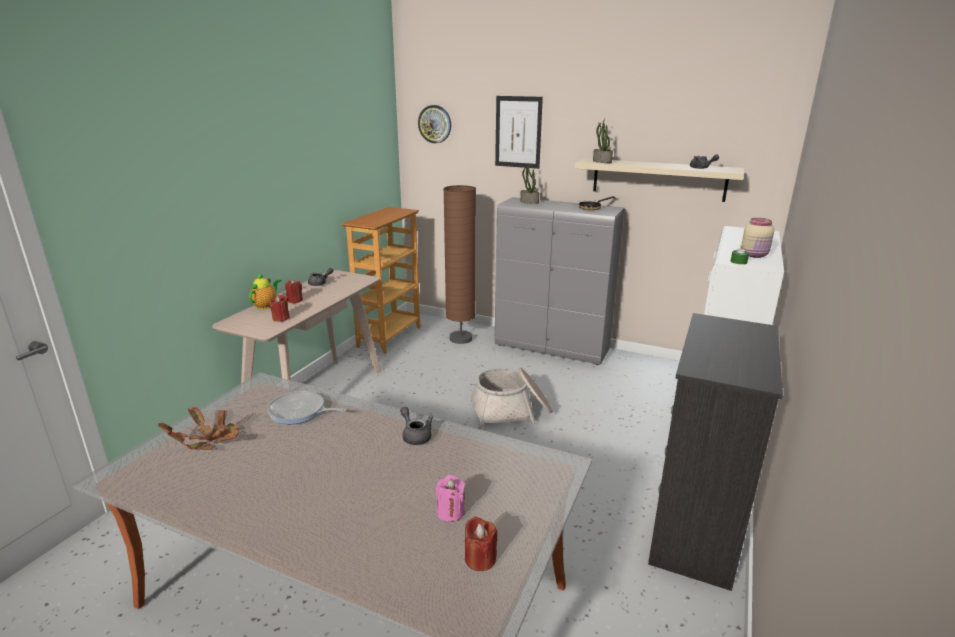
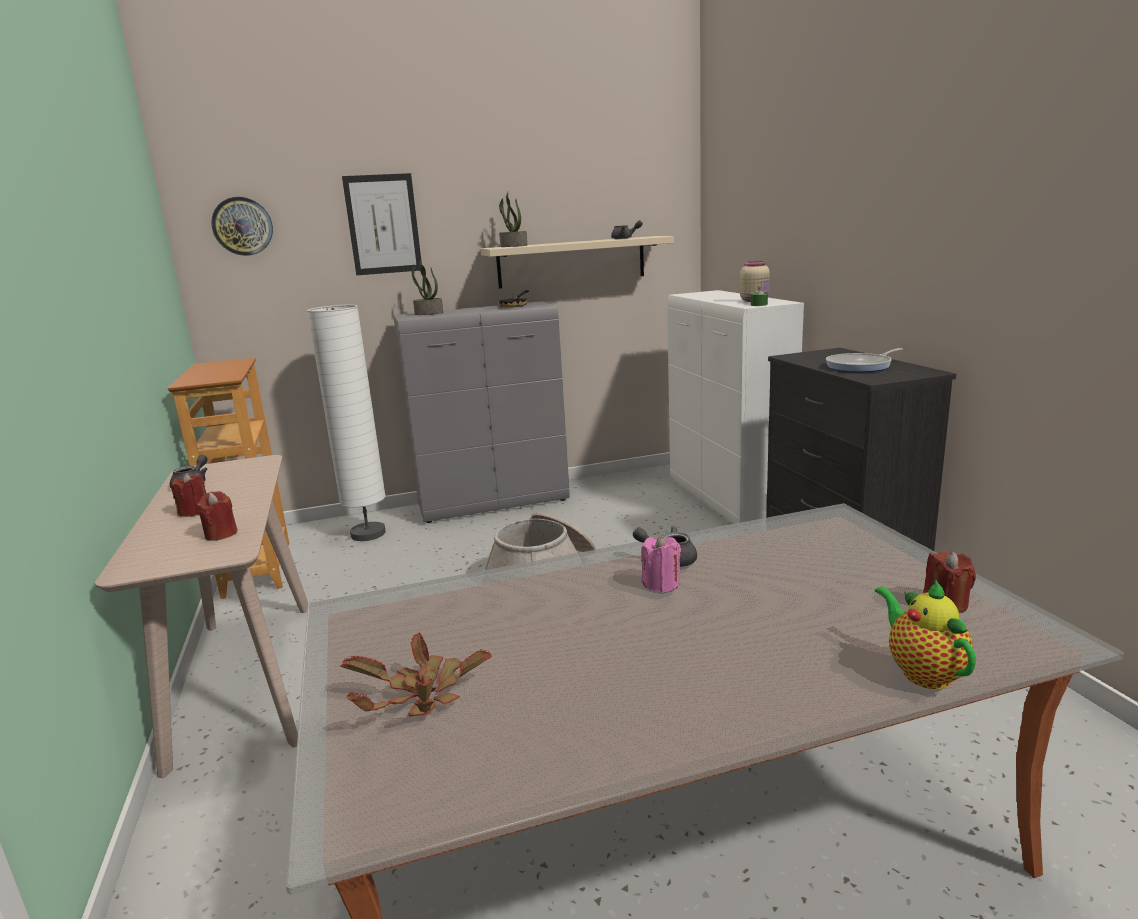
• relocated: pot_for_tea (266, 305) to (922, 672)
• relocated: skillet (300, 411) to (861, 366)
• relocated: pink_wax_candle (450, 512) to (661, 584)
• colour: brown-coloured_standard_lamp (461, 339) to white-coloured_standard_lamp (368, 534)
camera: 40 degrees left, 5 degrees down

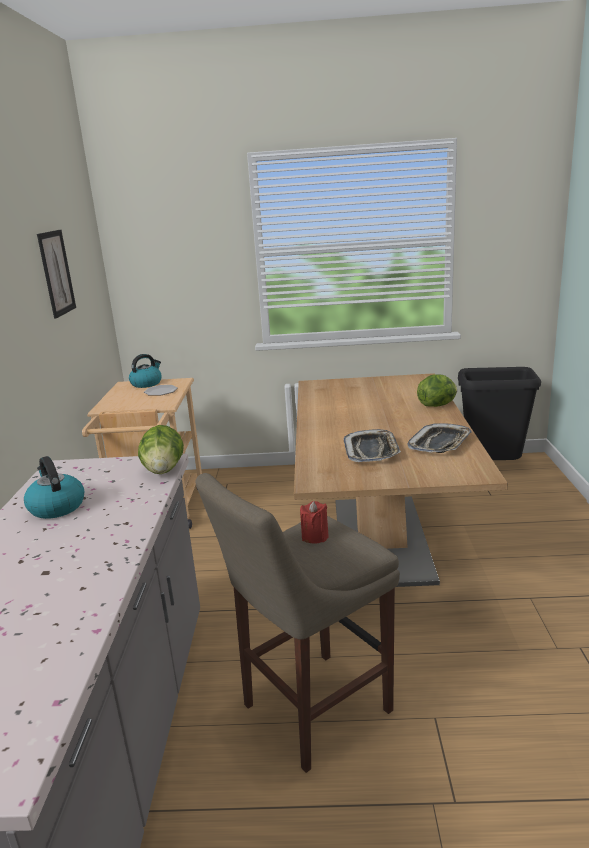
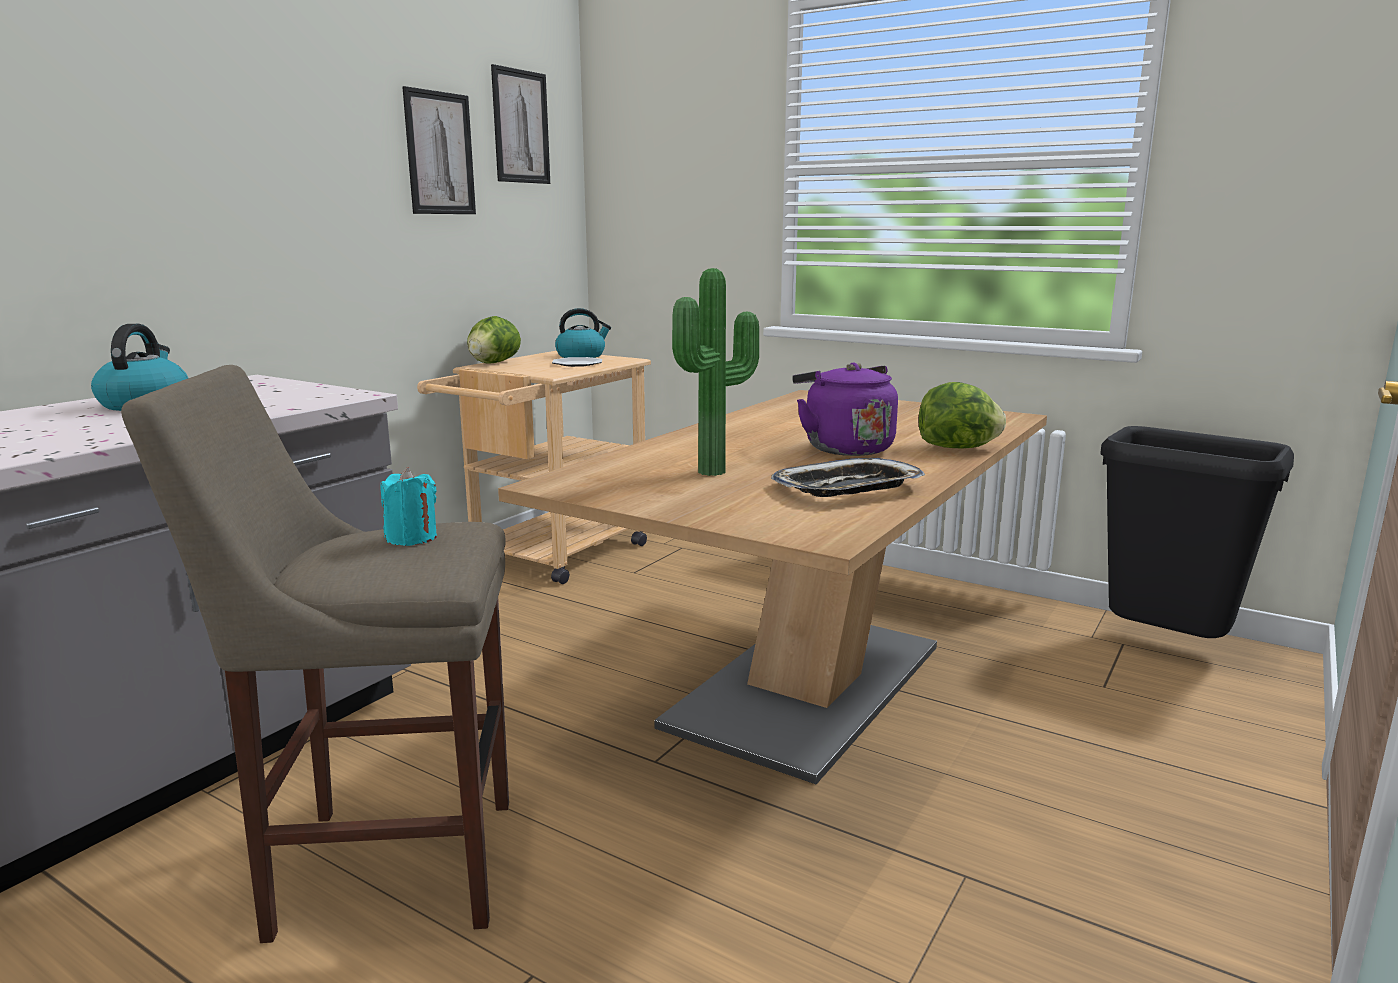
• relocated: lettuce_head (164, 470) to (493, 363)
• colour: red-coloured_wax_candle (315, 537) to turquoise-coloured_wax_candle (411, 538)
• exchanged: carrying_tray (371, 451) to houseplant (716, 472)
• appeared: wall_picture (520, 127)
• appeared: purplish_tea_kettle (844, 448)
camera: 30 degrees right, 5 degrees down

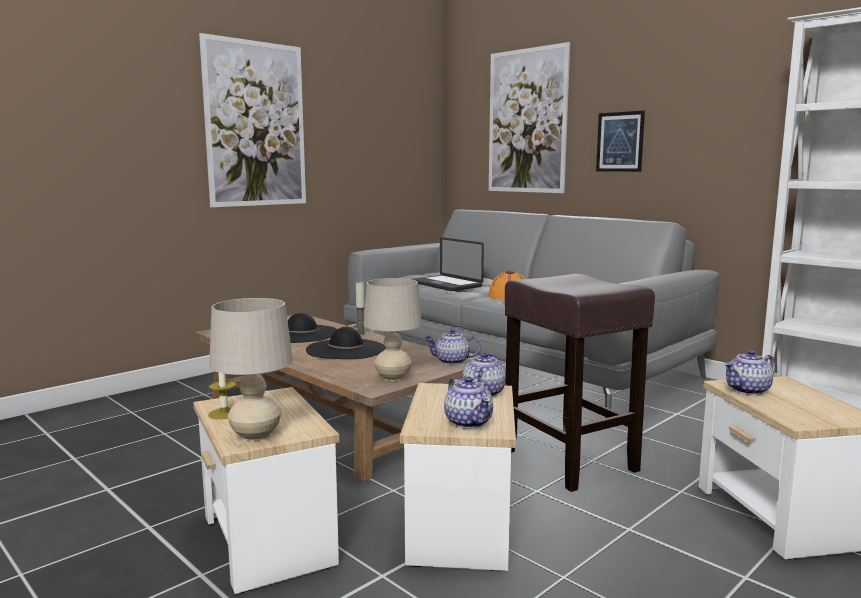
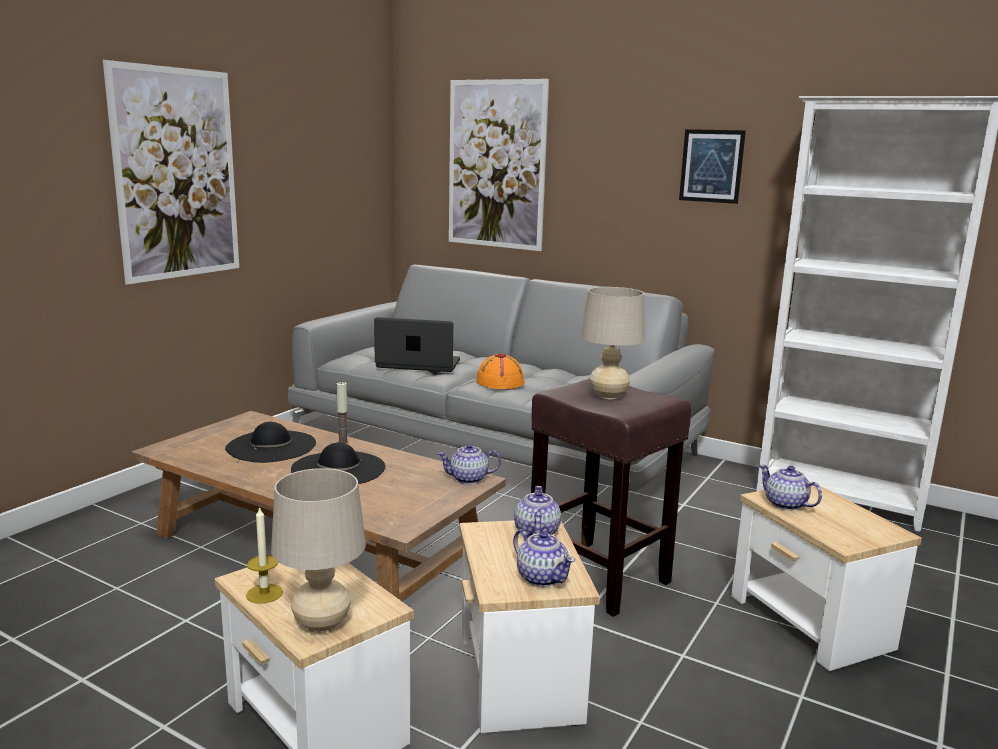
• relocated: sand-coloured_tabletop_lamp (393, 378) to (608, 396)
• spun: laptop (446, 284) = (418, 364) 150 degrees clockwise
• relocated: wall_picture (620, 142) to (711, 166)
• spun: pot_for_tea (748, 390) = (786, 504) 90 degrees clockwise
camera: 15 degrees left, 5 degrees up

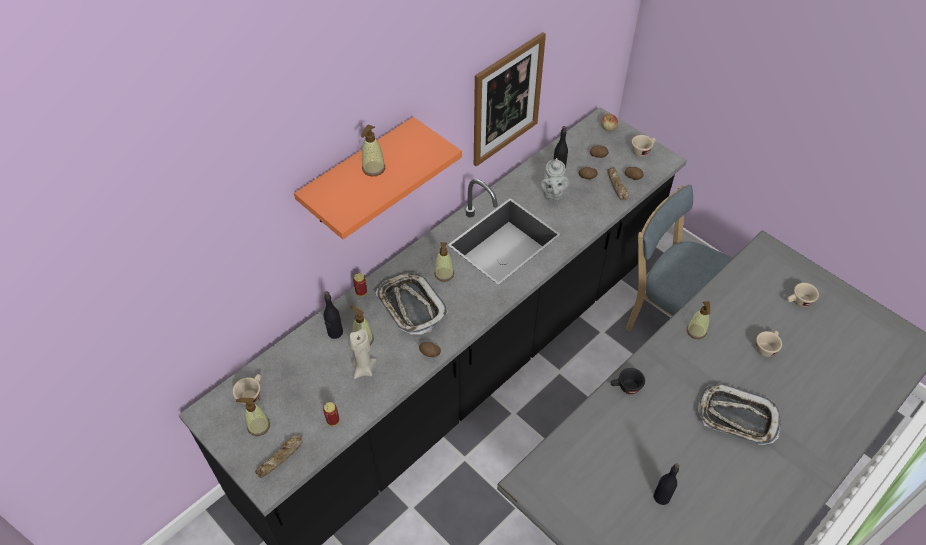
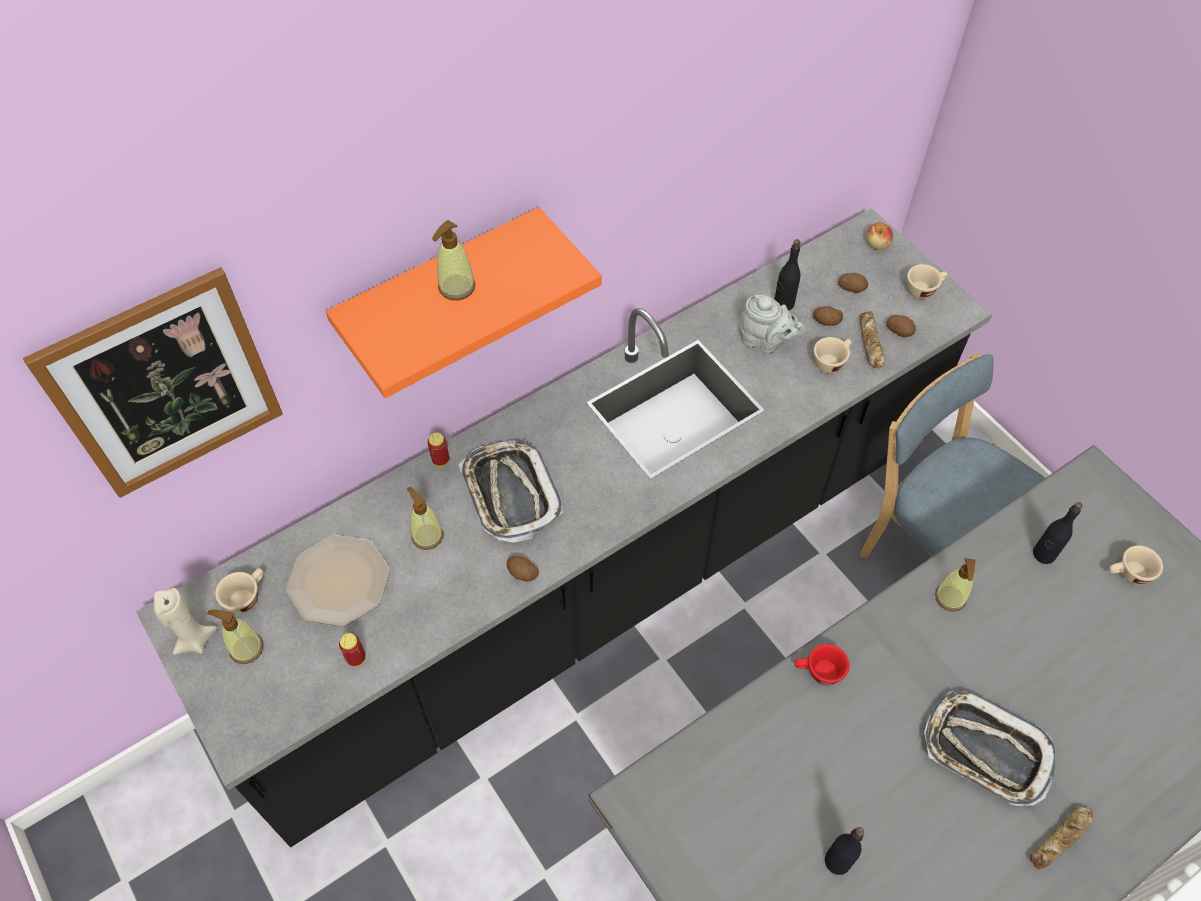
• relocated: bakery_bread (281, 458) to (1061, 839)
• relocated: black-coloured_bottle (335, 332) to (1043, 554)
• relocated: sand-coloured_wax_candle (363, 369) to (195, 640)
• missing: liquid_soap_bottle (444, 274)
• relocated: wall_picture (506, 100) to (165, 386)
• spun: grey_pot_for_tea (552, 194) = (766, 342) 75 degrees counterclockwise
• colour: black-coloured_drinking_cup (625, 387) to red-coloured_drinking_cup (818, 672)
• relocated: sand-coloured_drinking_cup (766, 347) to (831, 361)
• appeared: dinner_plate (340, 581)
camera: 10 degrees right, 5 degrees up

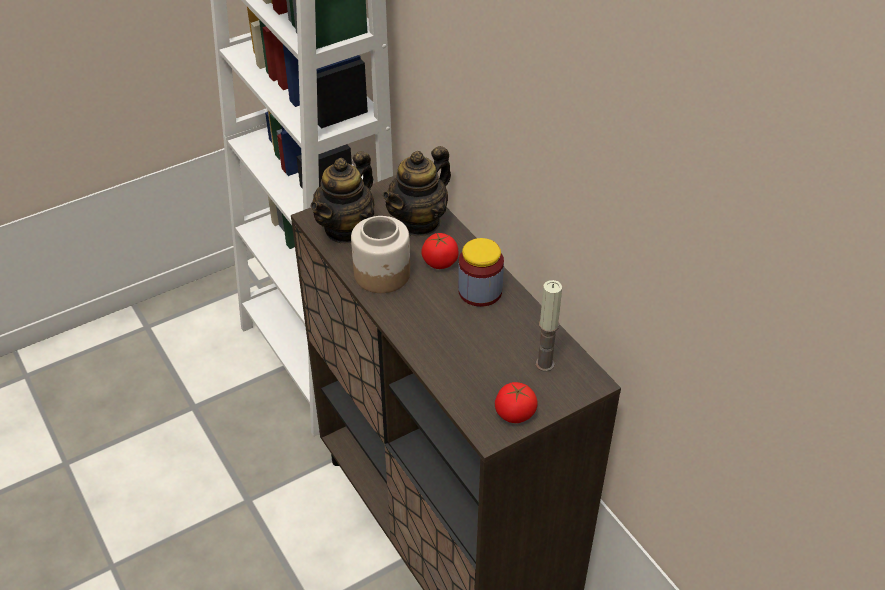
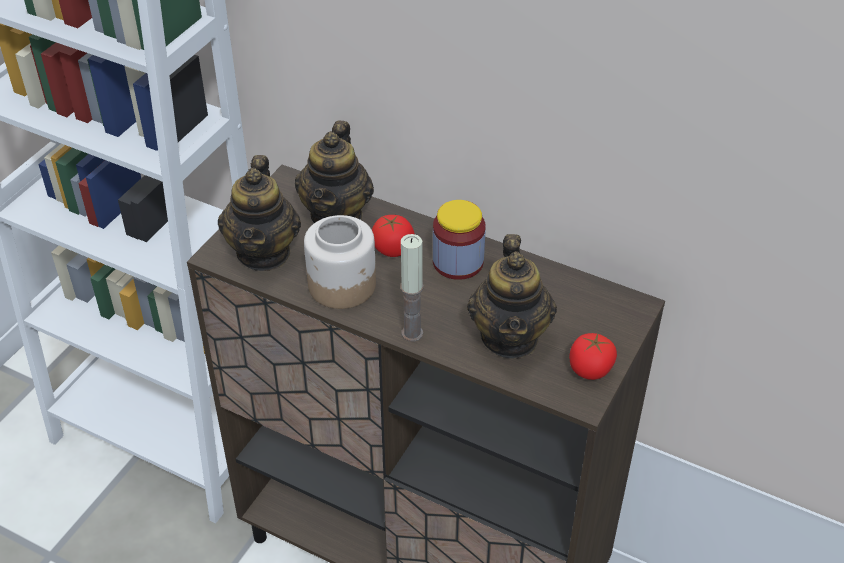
• relocated: wax_candle (545, 364) to (412, 333)
• appeared: pot_for_tea (510, 337)
camera: 30 degrees left, 0 degrees up

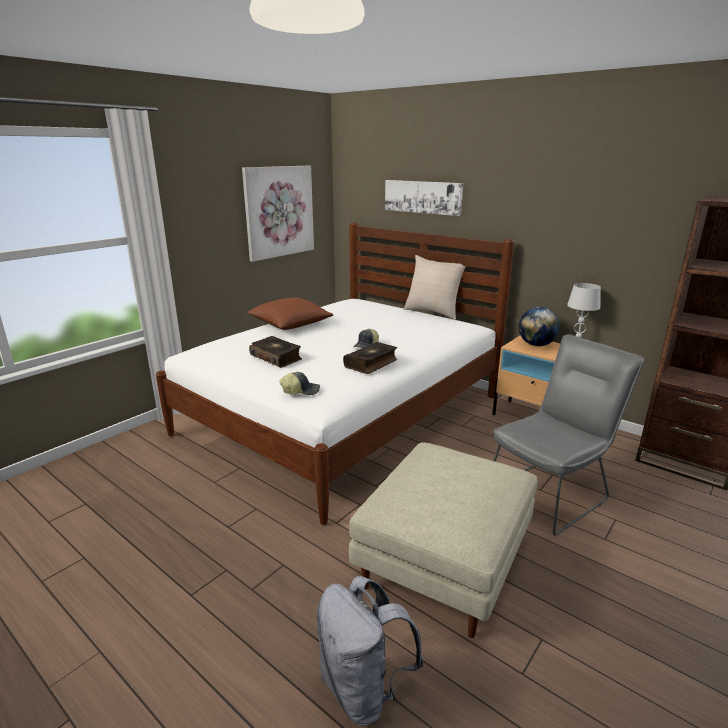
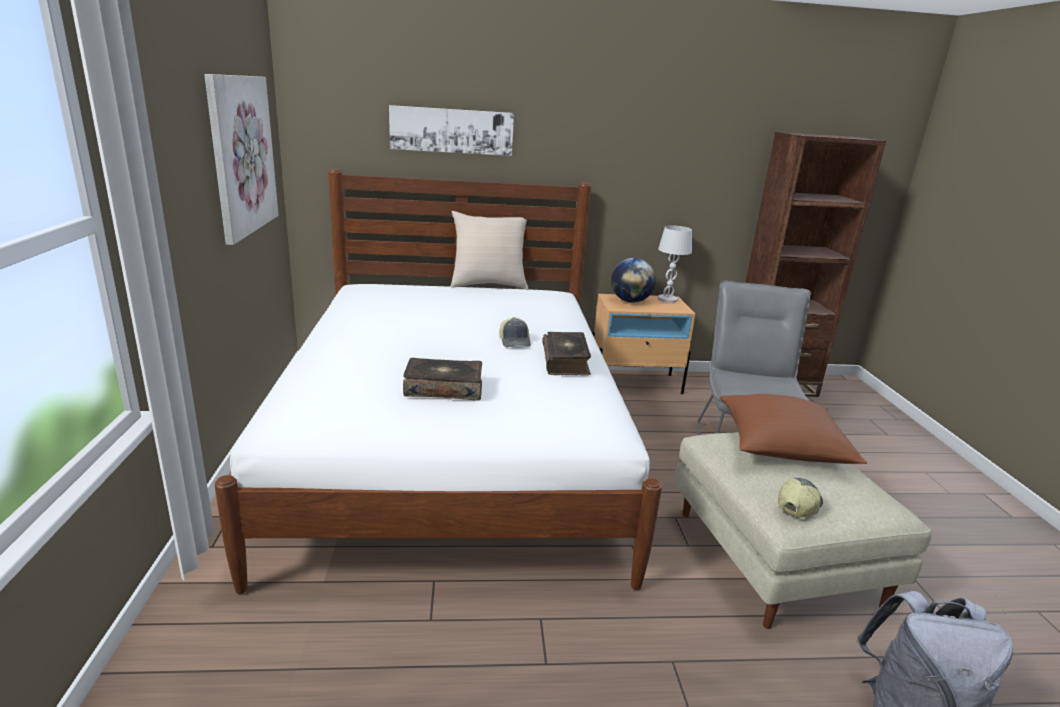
• relocated: brown-coloured_cushion (290, 325) to (781, 446)
• relocated: cap (301, 390) to (798, 504)
camera: 45 degrees left, 0 degrees up

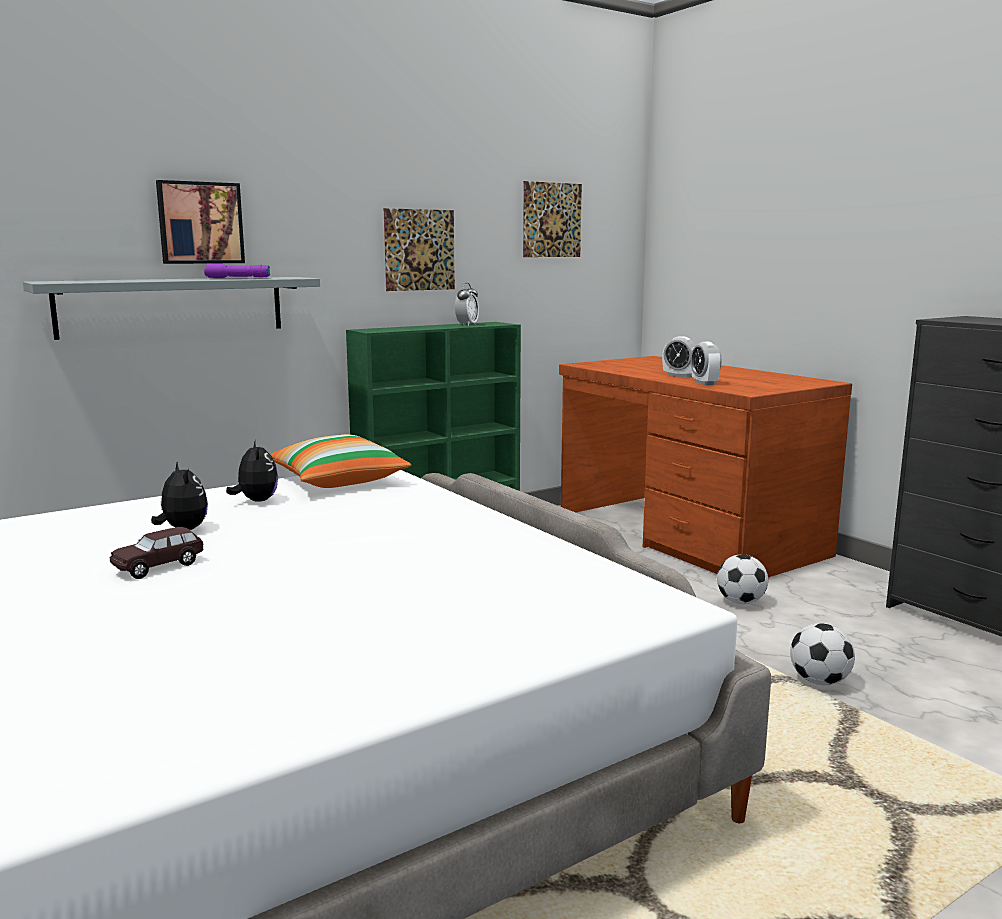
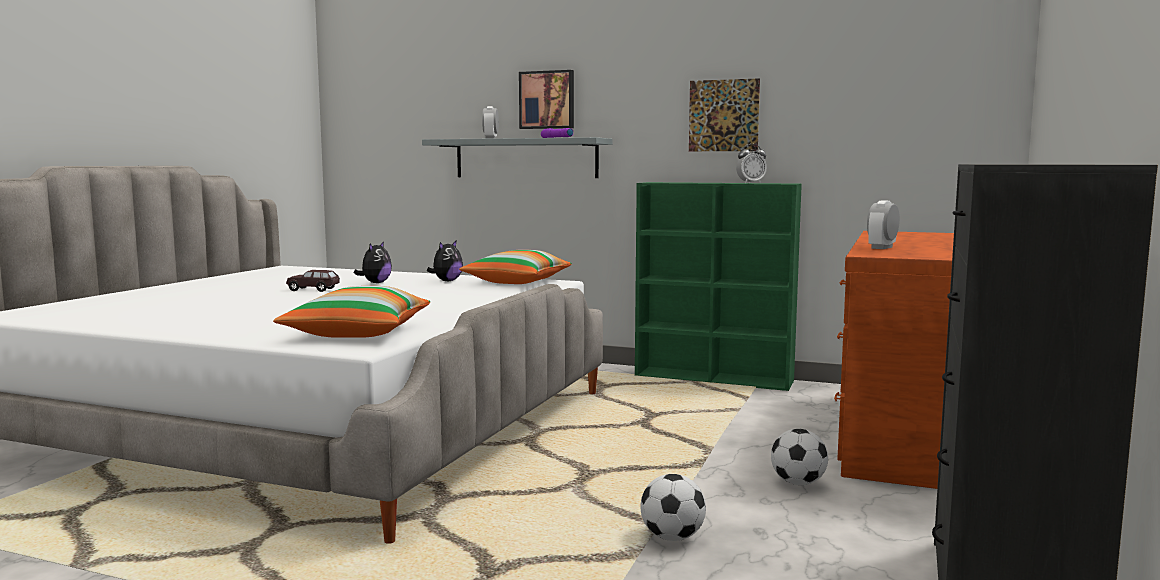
• missing: wall_picture (552, 220)
• relocated: bedside_clock (679, 376) to (490, 139)
• appeared: cushion (357, 333)
camera: 55 degrees right, 5 degrees down

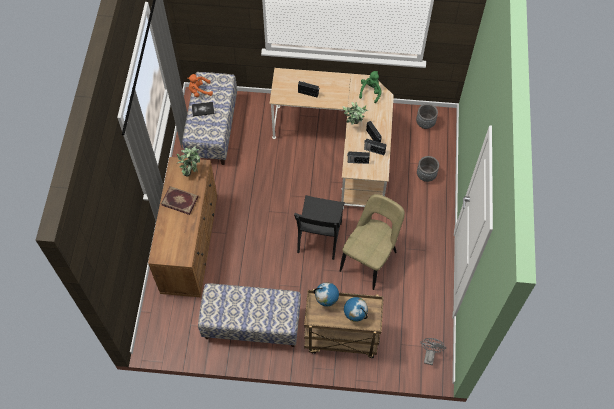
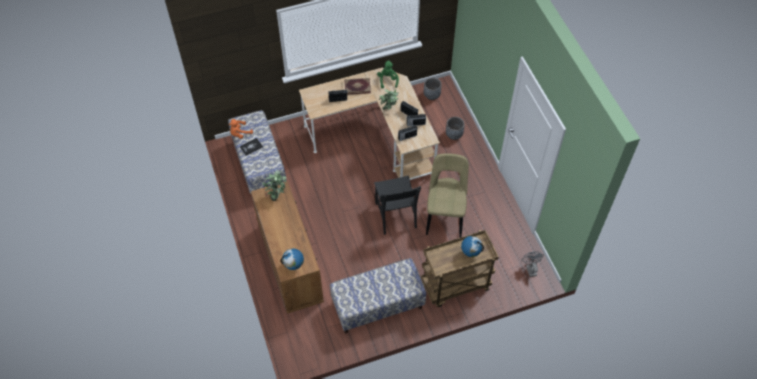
• relocated: volume (180, 200) to (357, 86)
• relocated: globe (326, 301) to (294, 266)
camera: 25 degrees left, 5 degrees down

